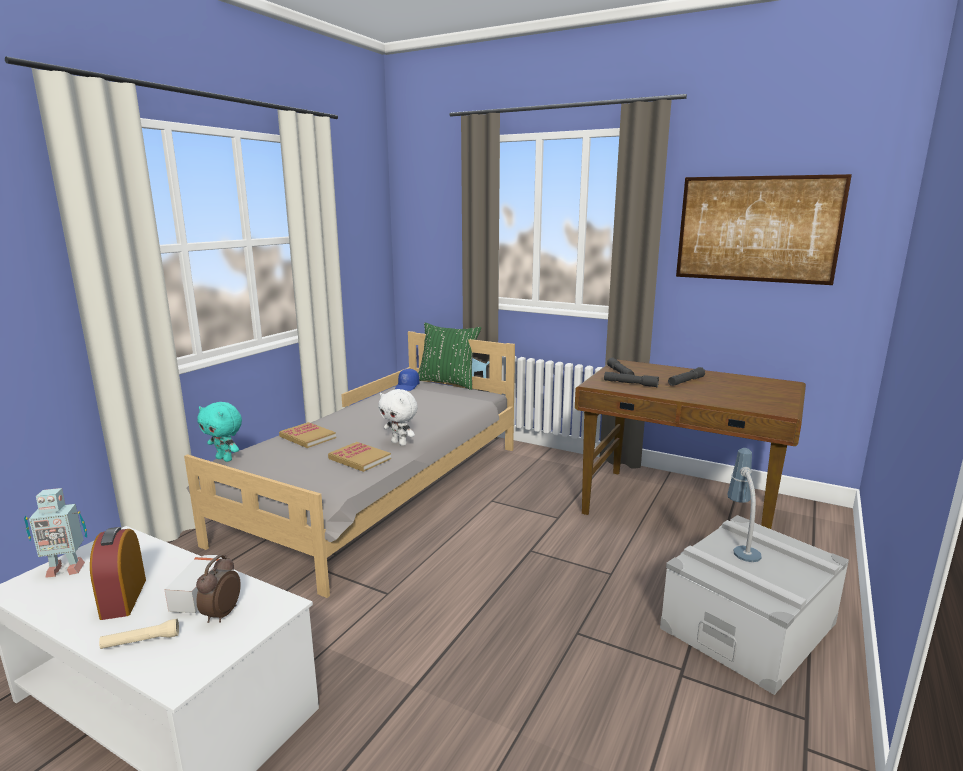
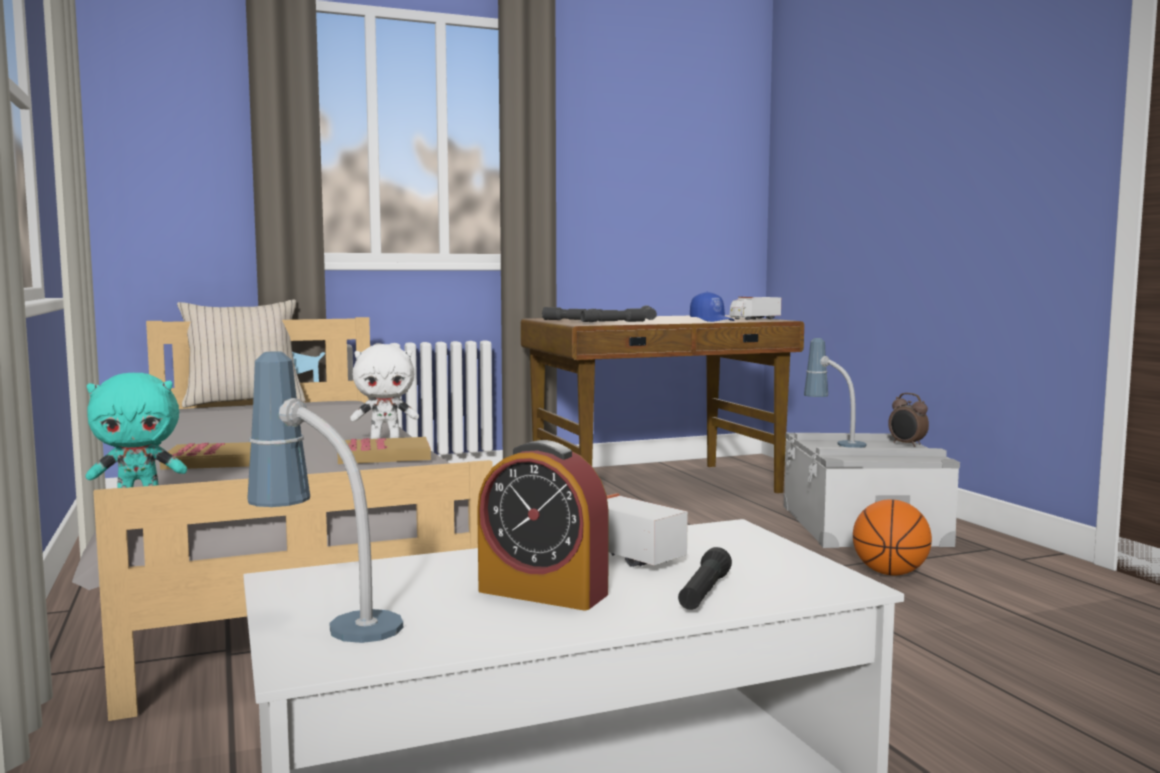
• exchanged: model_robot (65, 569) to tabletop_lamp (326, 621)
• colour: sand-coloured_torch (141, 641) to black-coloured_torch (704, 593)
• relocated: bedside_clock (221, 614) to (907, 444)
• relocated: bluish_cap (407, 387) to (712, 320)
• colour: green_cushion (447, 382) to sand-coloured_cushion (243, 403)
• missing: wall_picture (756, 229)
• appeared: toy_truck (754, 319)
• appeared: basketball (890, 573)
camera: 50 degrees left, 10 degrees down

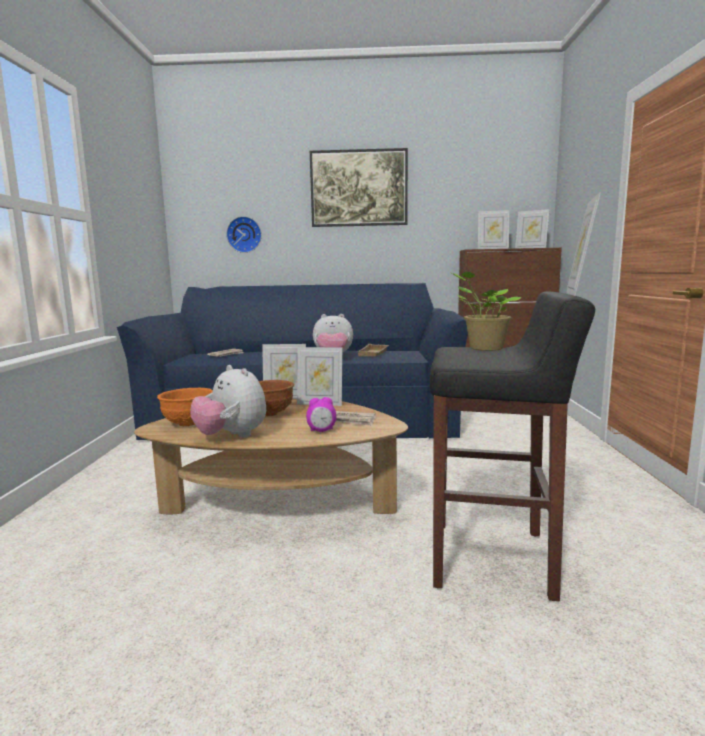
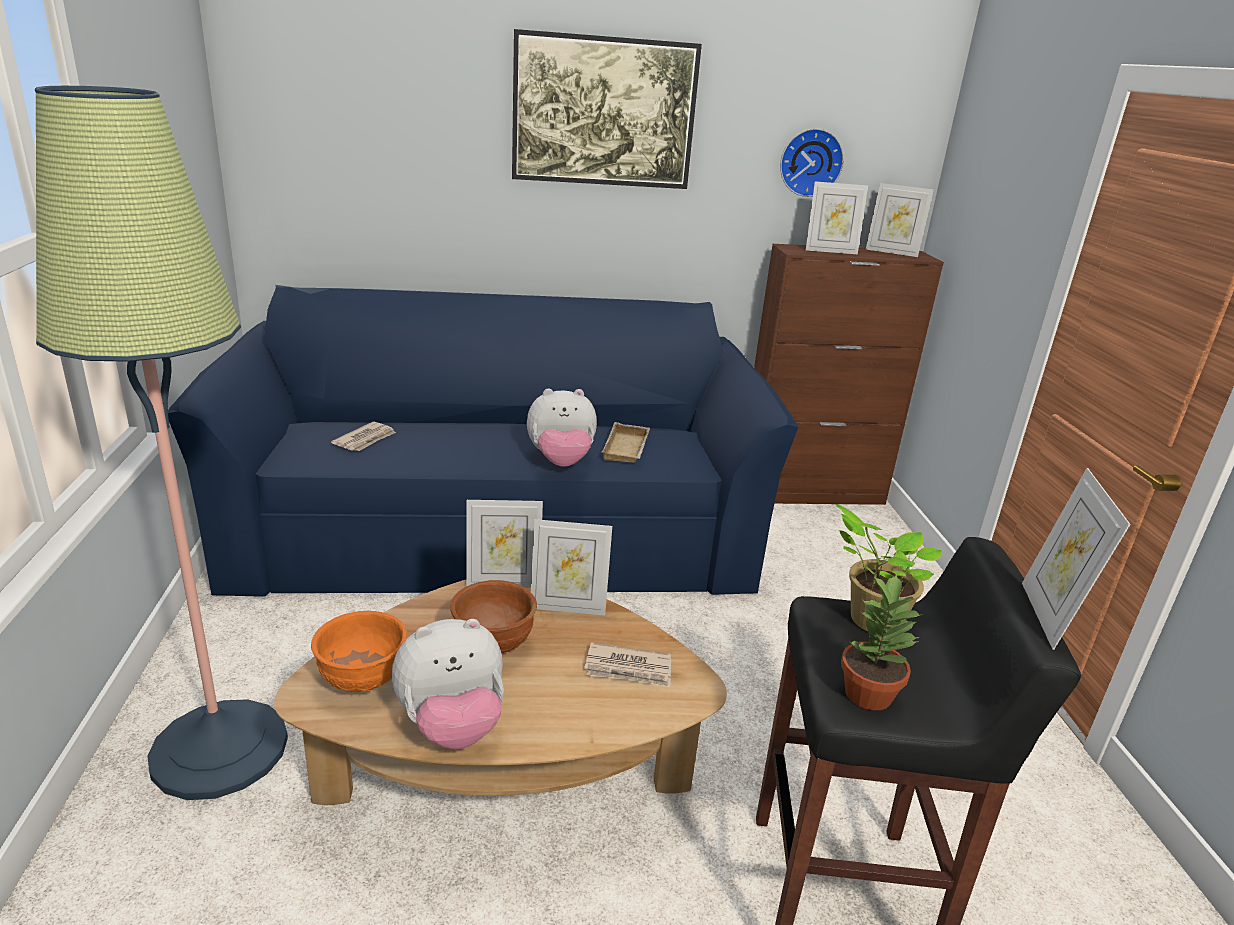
• spun: plush_toy (231, 436) = (452, 726) 60 degrees counterclockwise
• relocated: clock_on_the_wall (244, 234) to (810, 162)
• missing: bedside_clock (321, 430)
• appeared: standard_lamp (220, 749)
• appeared: houseplant (867, 693)
camera: 10 degrees left, 15 degrees up

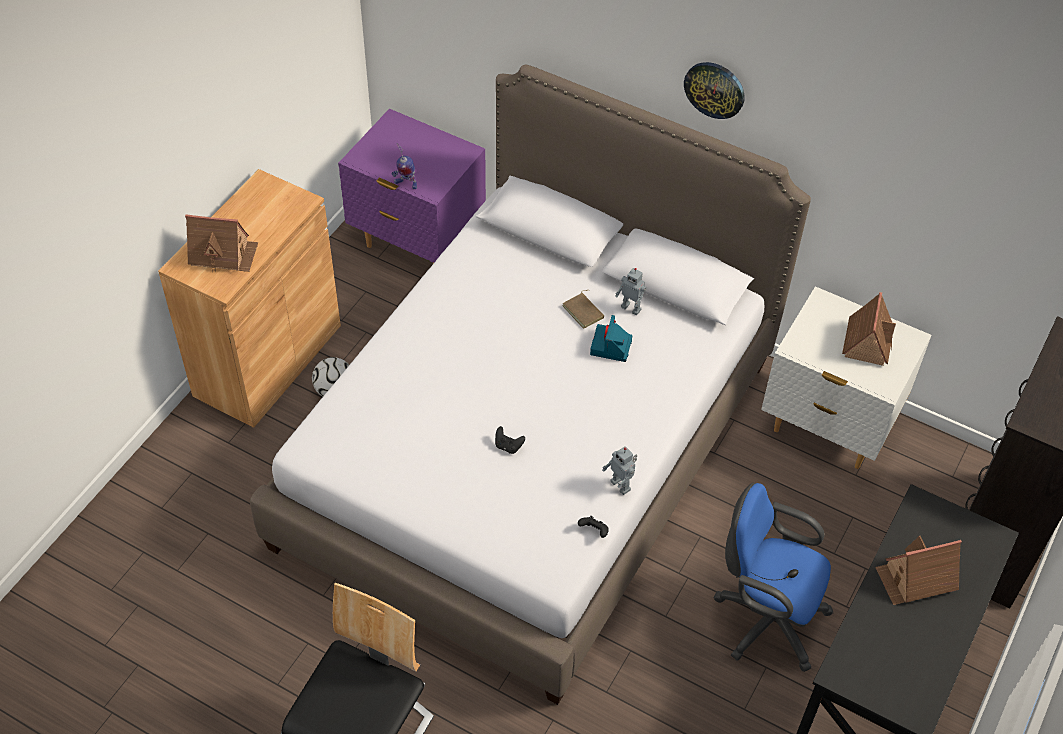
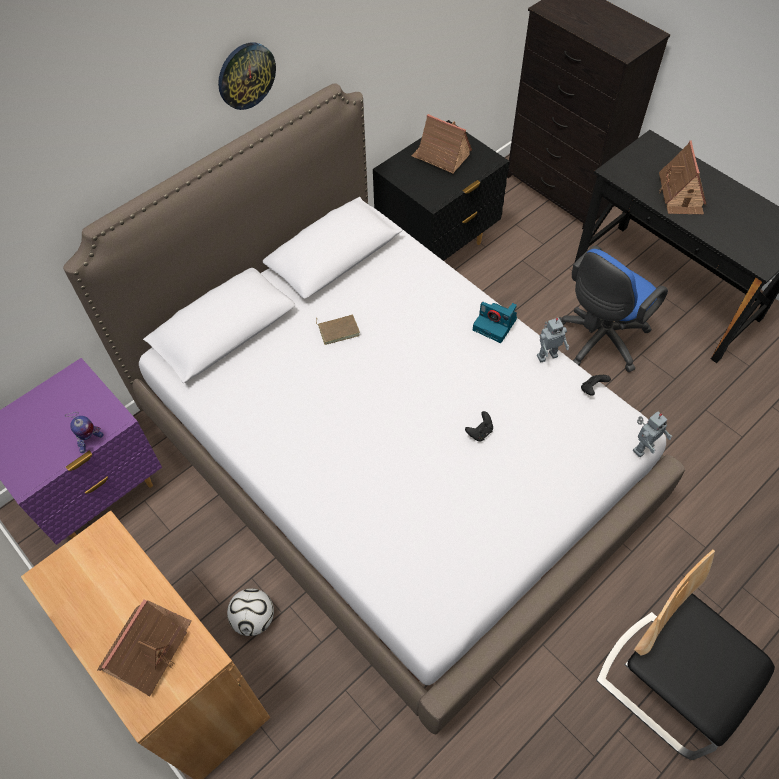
• relocated: photo_camera (611, 347) to (495, 324)
• relocated: model_robot (631, 308) to (642, 447)
• colour: white-coloured_nightstand (828, 427) to black-coloured_nightstand (437, 248)
camera: 70 degrees left, 5 degrees up

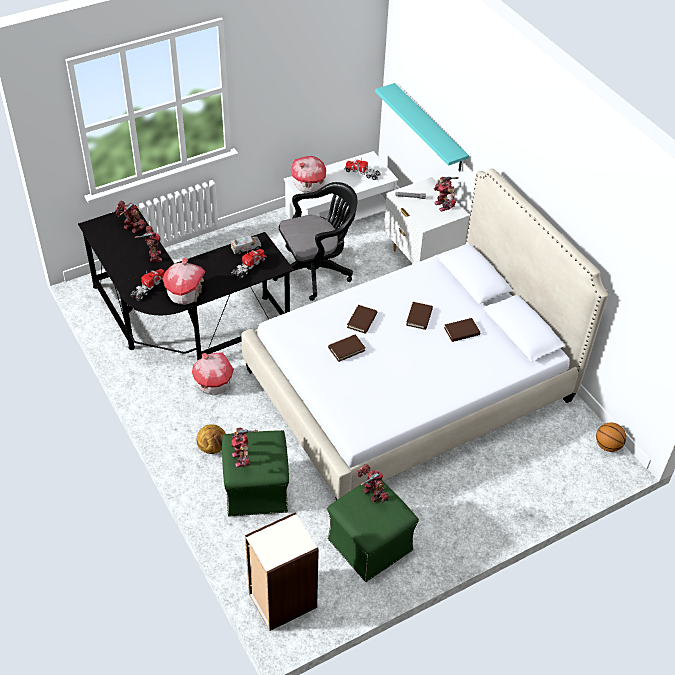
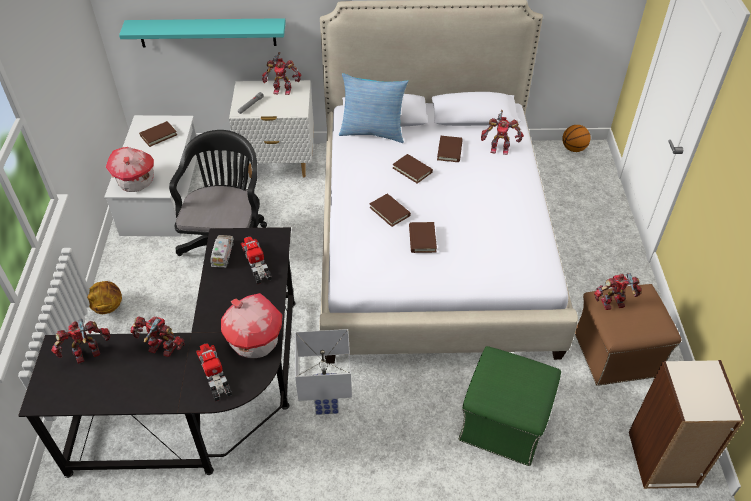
• exchanged: miniature_house (213, 383) to white-coloured_tabletop_lamp (326, 404)
• relocated: basketball (213, 447) to (108, 307)
• relocated: model_robot (242, 458) to (499, 148)
• colour: green_footrest (369, 544) to brown-coloured_footrest (615, 354)
• exchanged: toy_truck (362, 173) to brown-coloured_volume (158, 135)
• appeared: cushion (373, 132)
camera: 60 degrees left, 0 degrees up

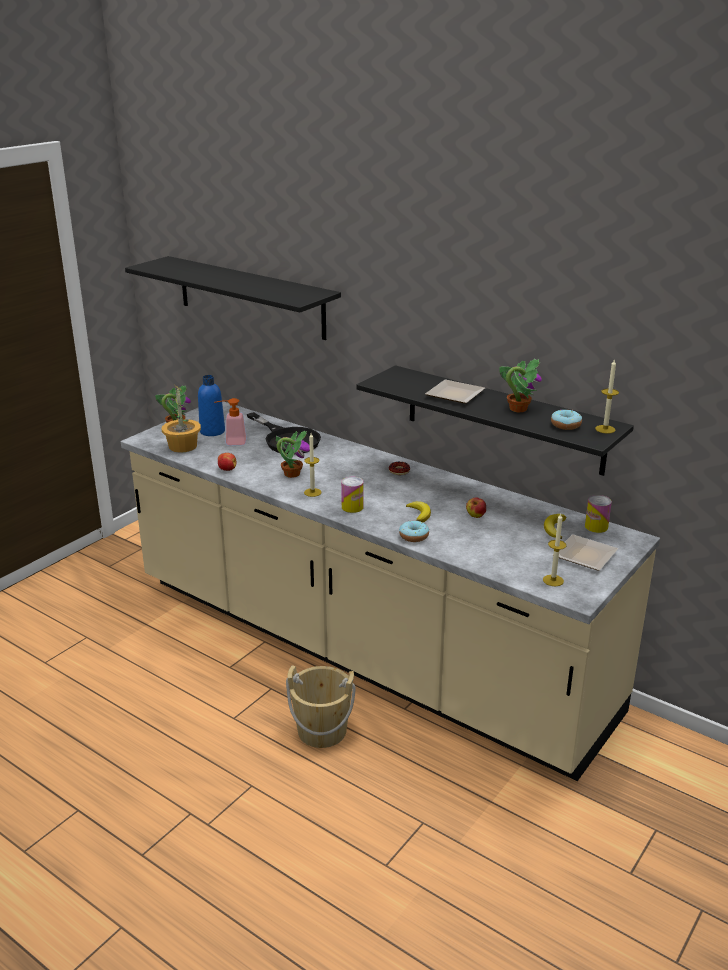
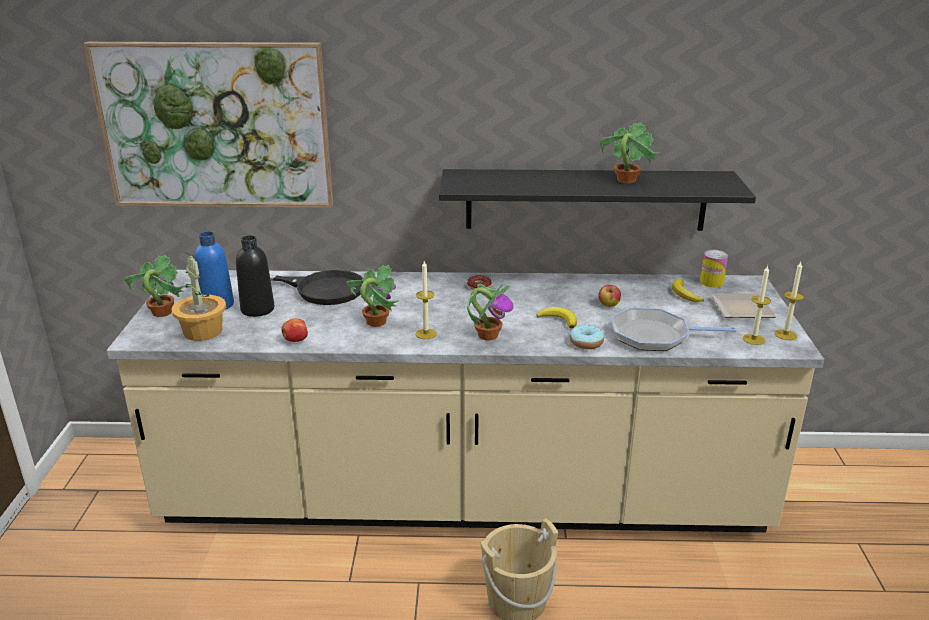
• exchanged: black-coloured_shelf (250, 297) to wall_picture (215, 126)
• exchanged: liquid_soap_bottle (231, 442) to black-coloured_bottle (257, 309)
• exchanged: metal_can (352, 507) to houseplant (487, 335)
• missing: dinner_plate (452, 395)
• missing: ring_doughnut (565, 425)
• relocated: wax_candle (605, 429) to (785, 334)
• appeared: skillet (654, 336)
camera: 35 degrees left, 0 degrees up

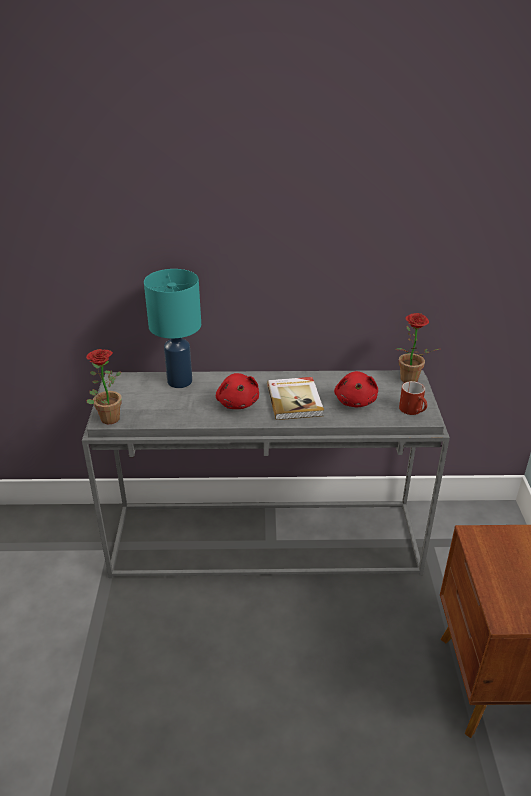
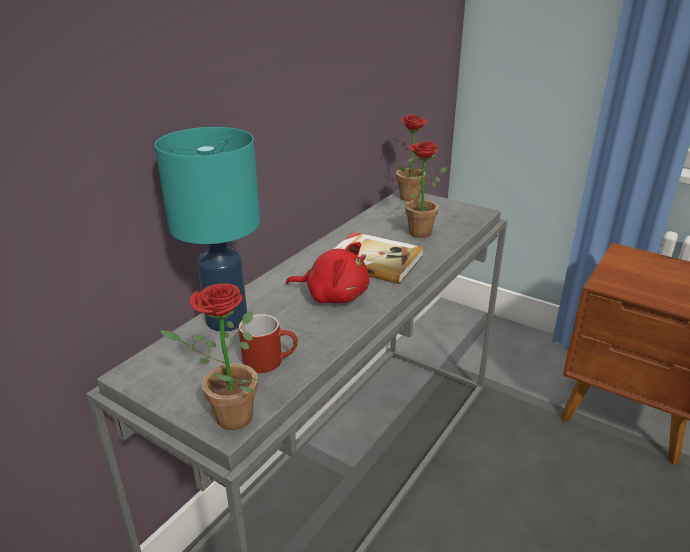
• exchanged: red-coloured_plush_toy (355, 401) to houseplant (415, 231)
• relocated: red-coloured_mug (414, 410) to (270, 360)
camera: 55 degrees left, 5 degrees down

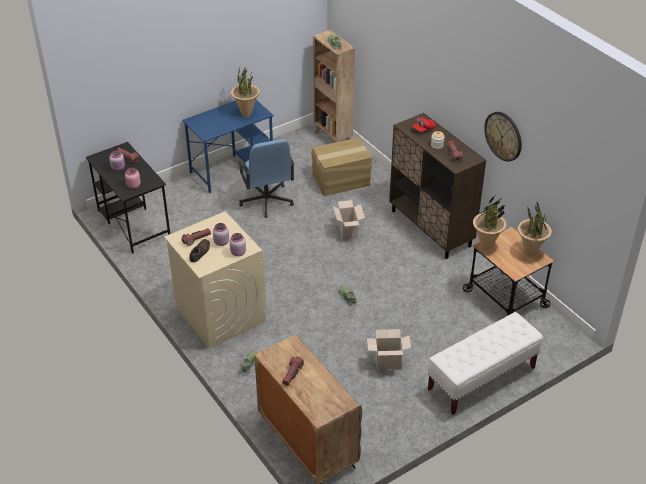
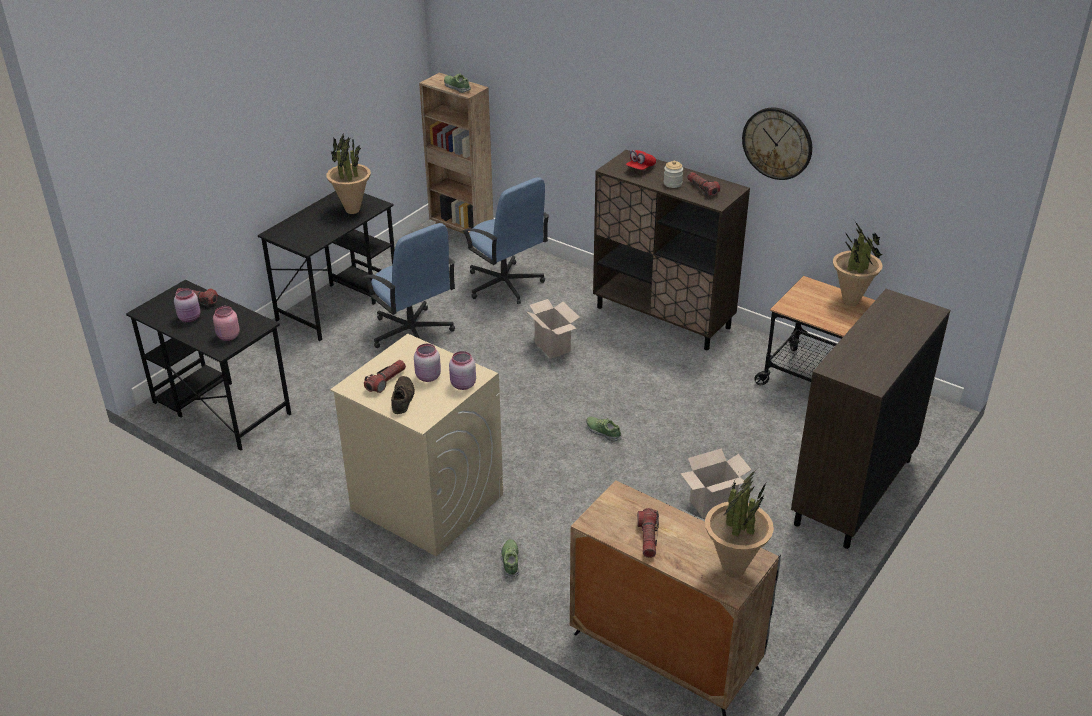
• colour: bluish_desk (232, 169) to black-coloured_desk (338, 303)
• exchanged: cardboard_box (341, 180) to bluish_desk_chair (505, 285)
• exchanged: white-coloured_bench (481, 379) to brown-coloured_cabinet (853, 492)
• relocated: houseplant (486, 246) to (733, 569)
camera: 20 degrees left, 5 degrees down

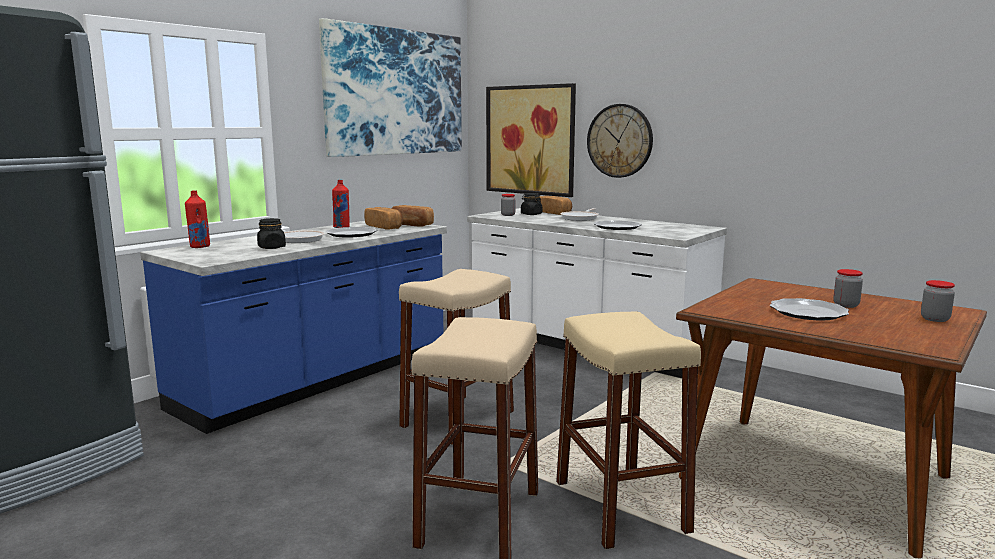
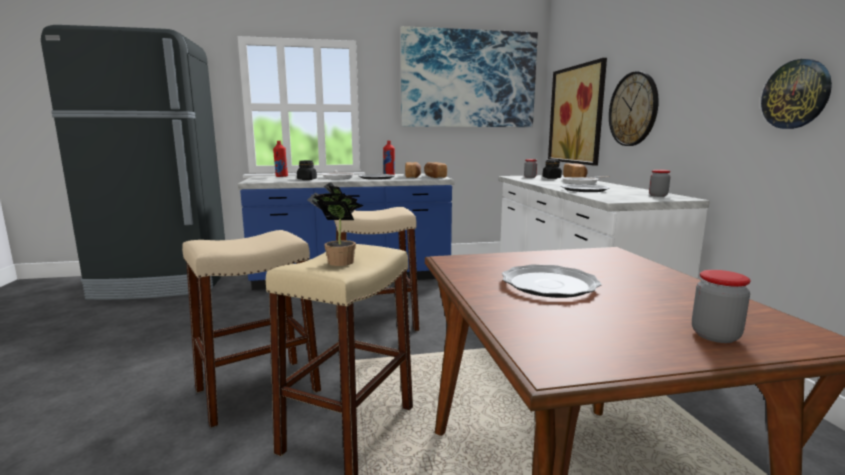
• relocated: storage_jar (846, 305) to (658, 195)
• appeared: houseplant (337, 261)
• appeared: clock_on_the_wall (796, 94)
camera: 40 degrees right, 0 degrees up

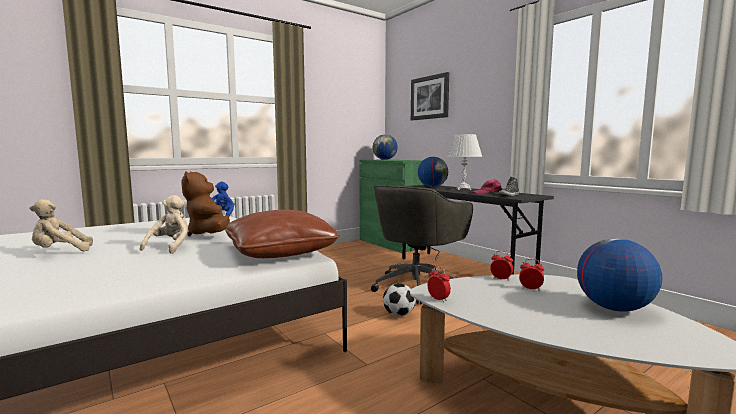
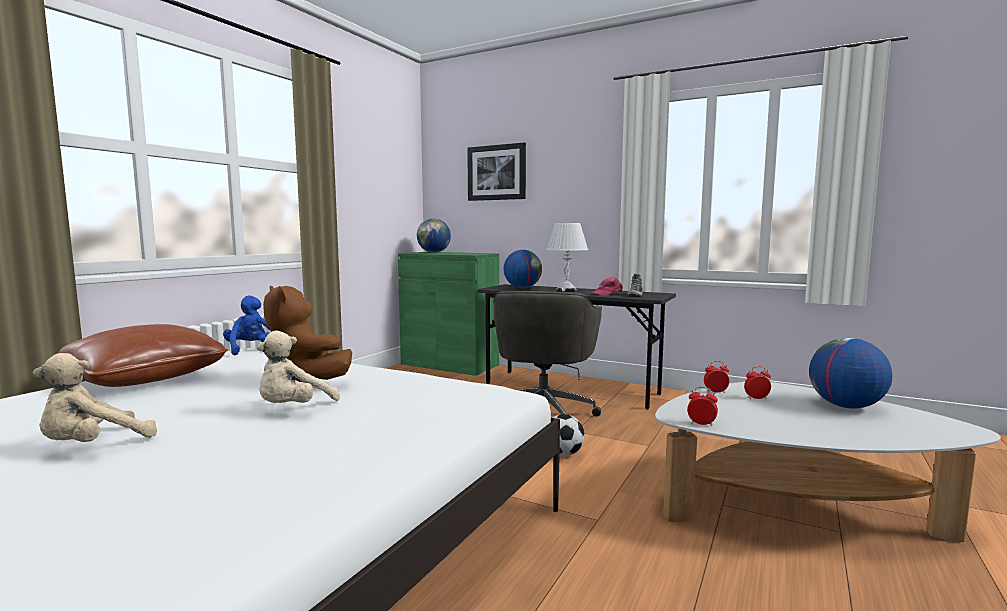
• spun: sand-coloured_plush_toy (170, 247) = (294, 409) 135 degrees counterclockwise
• relocated: brown-coloured_cushion (280, 252) to (146, 378)
camera: 25 degrees left, 0 degrees up

